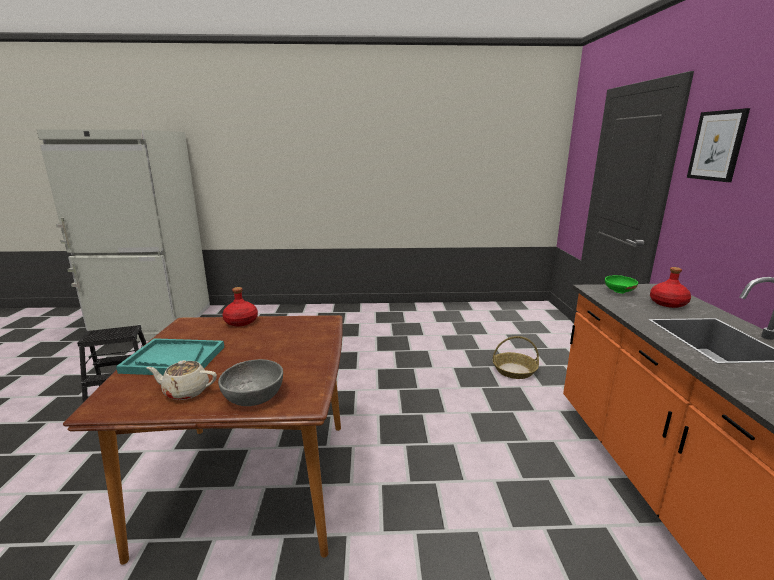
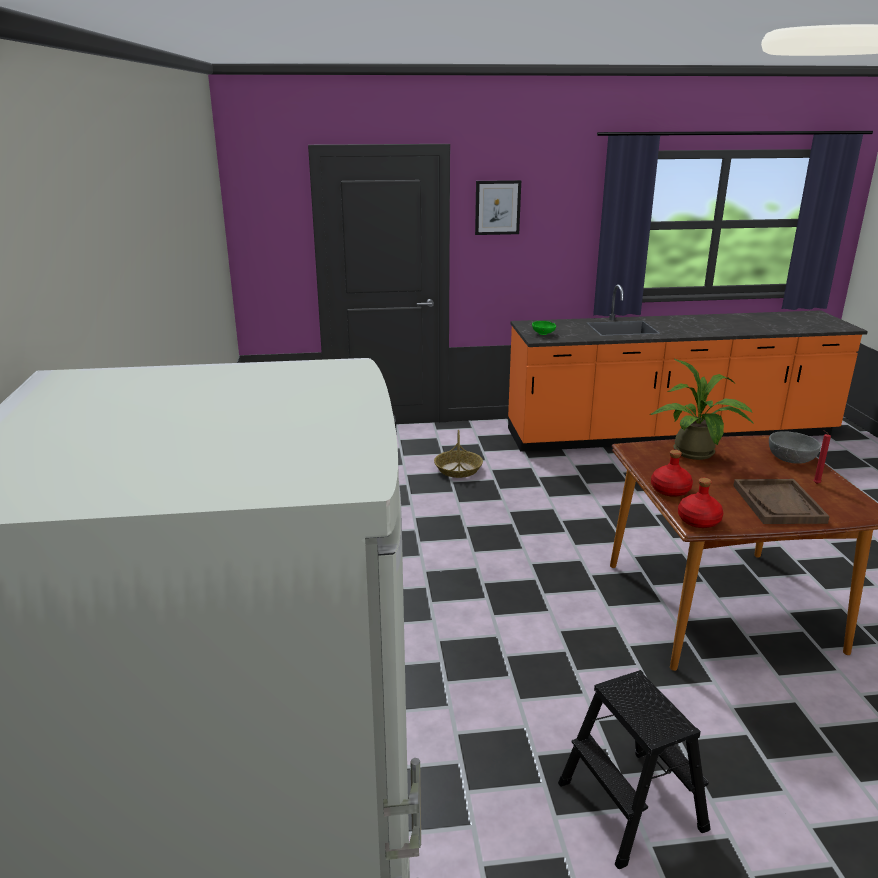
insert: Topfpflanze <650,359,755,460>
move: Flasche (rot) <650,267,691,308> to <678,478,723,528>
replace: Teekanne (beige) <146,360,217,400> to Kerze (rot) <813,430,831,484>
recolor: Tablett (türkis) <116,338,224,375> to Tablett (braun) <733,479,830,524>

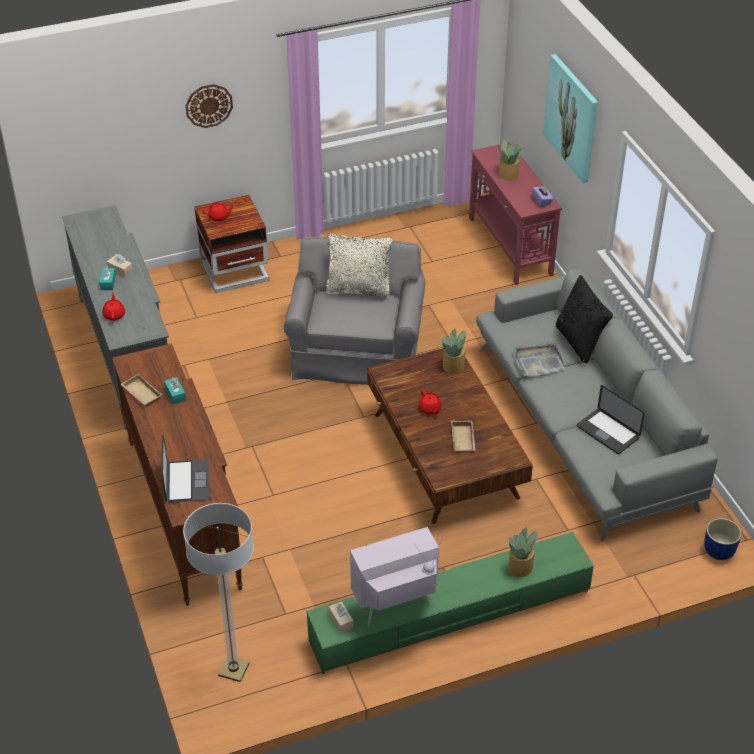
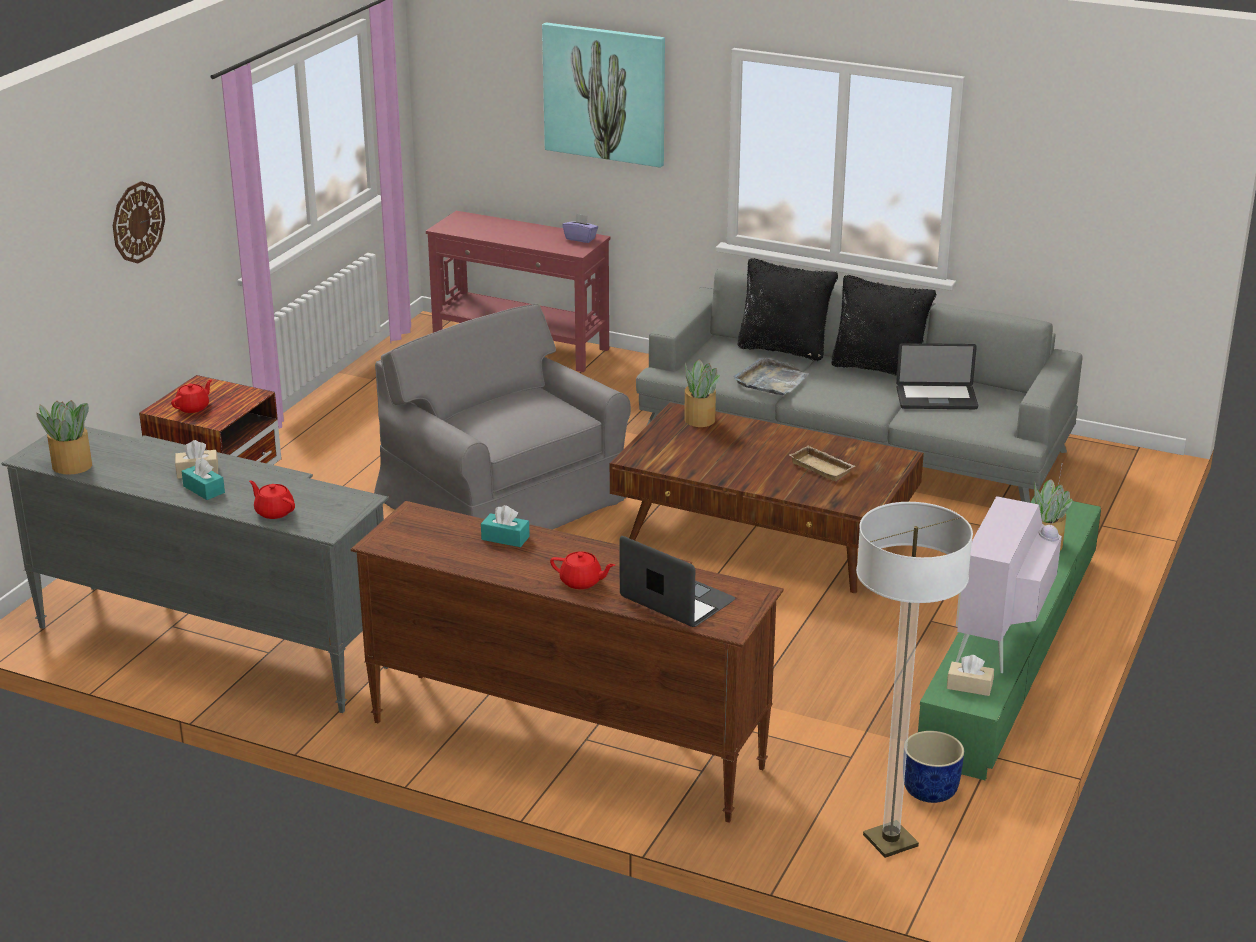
delete: Tablett (beige) <120,374,162,407>; Kissen (beige) <327,234,394,297>
insert: Kissen (schwarz) <831,275,936,375>
move: Teekanne (rot) <419,390,442,414> to <550,551,615,589>; Topfpflanze <498,140,524,181> to <36,400,92,475>; Pflanzkübel (blau) <704,518,742,560> to <904,731,964,803>

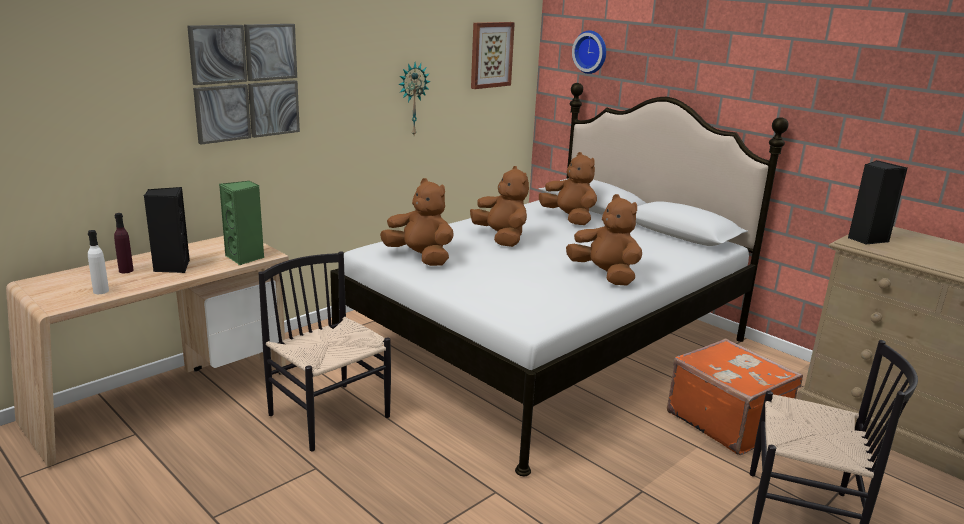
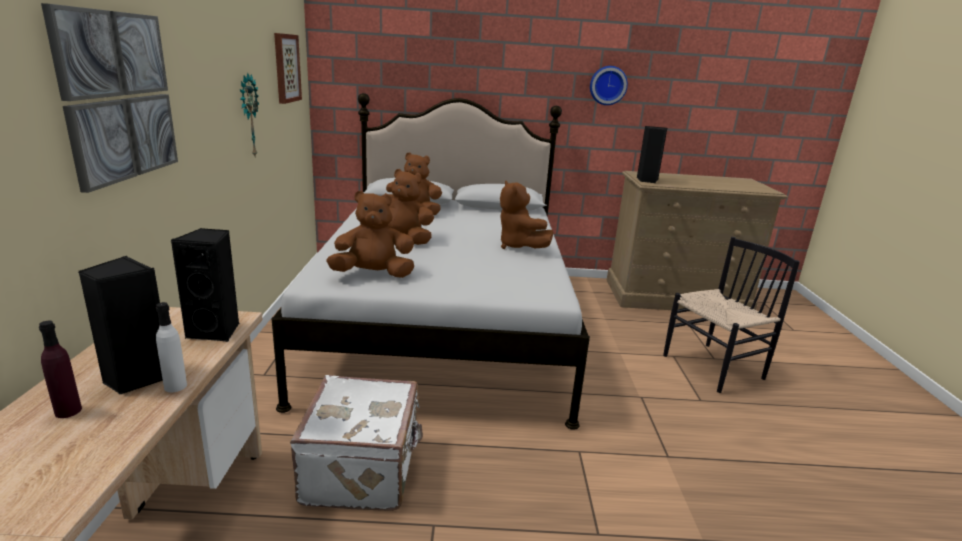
delete: Koffer (orange) <667,338,803,455>
move: Flasche (weiß) <88,230,109,294> to <156,302,187,392>; Wanduhr <572,30,606,74> to <590,66,628,105>
replace: Stuhl (schwarz) <259,251,391,451> to Koffer (weiß) <290,375,423,511>
recolor: Lautsprecher (grün) <219,181,264,265> to Lautsprecher (schwarz) <171,228,239,343>
rotate: Plüschtier (braun) <566,194,642,286> = <500,180,553,249> 120 degrees counterclockwise

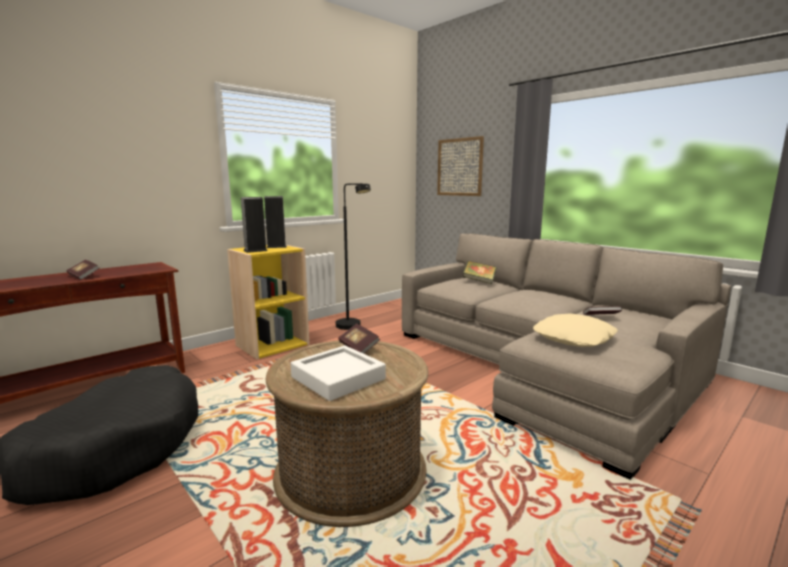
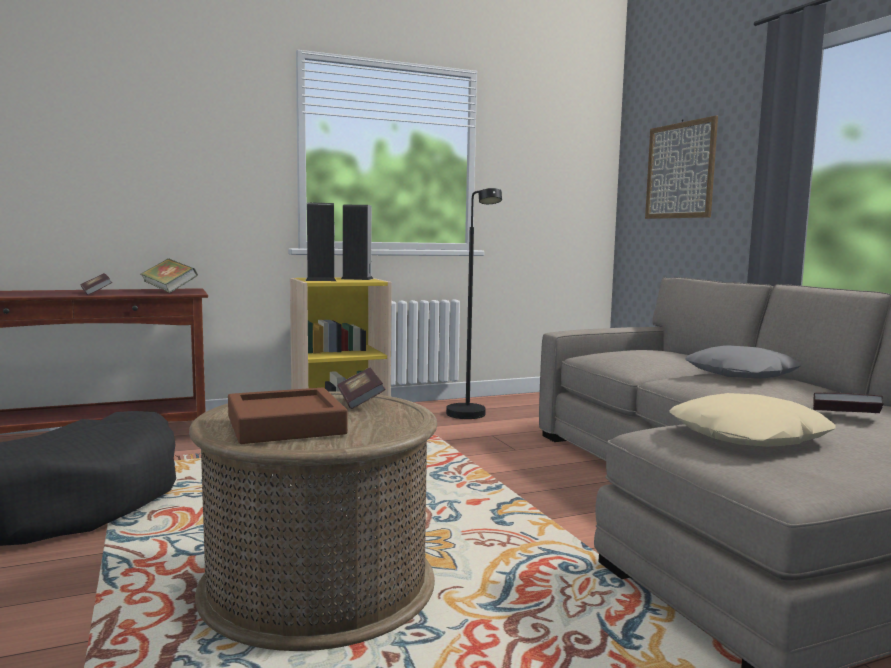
insert: Kissen (grau) <685,345,802,379>
move: Buch <463,261,496,284> to <141,259,198,293>
recolor: Tablett (weiß) <291,345,386,401> to Tablett (braun) <228,387,348,444>

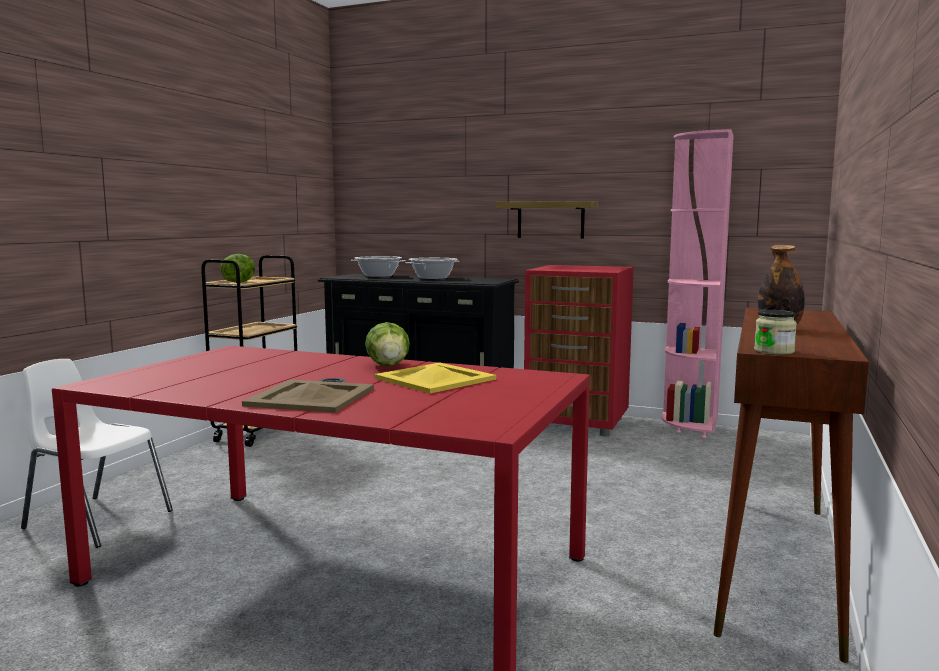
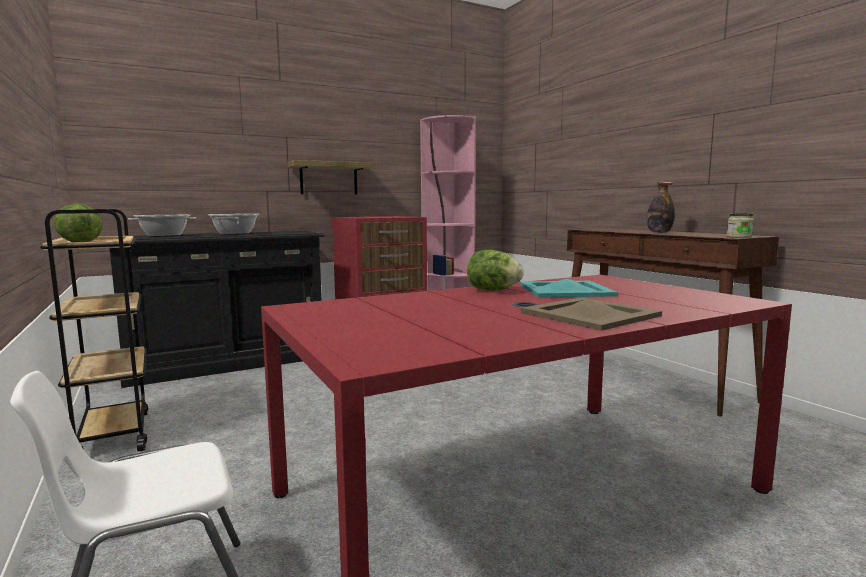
recolor: Tablett (gelb) <374,363,496,394> to Tablett (türkis) <520,279,618,298>

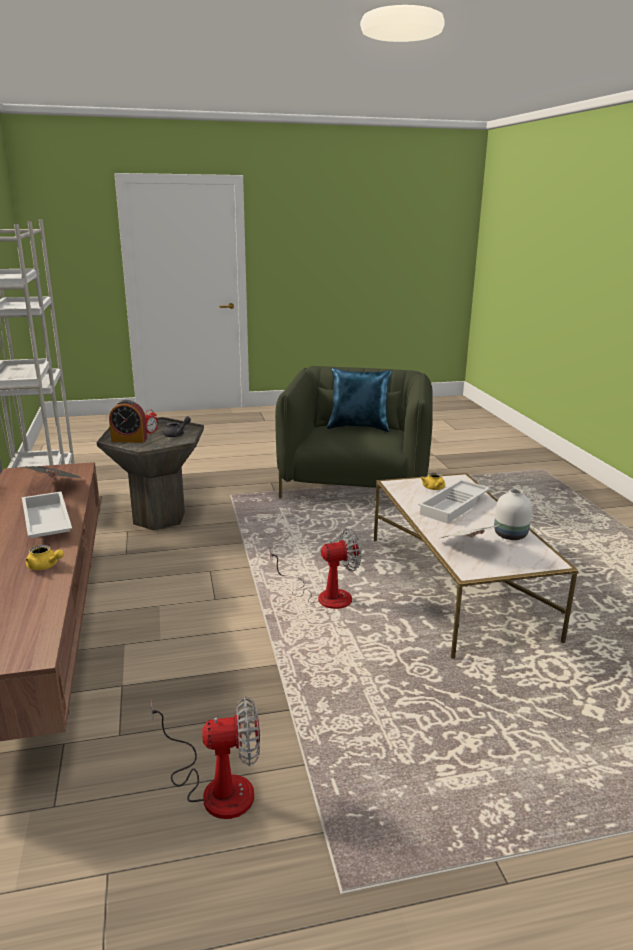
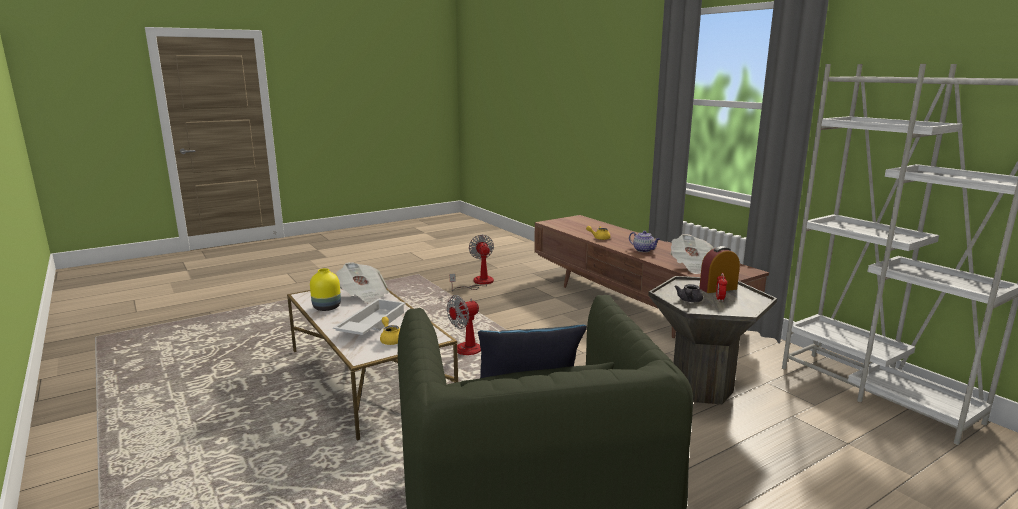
replace: Tablett (weiß) <22,492,72,538> to Teekanne <629,231,660,252>
recolor: Vase (weiß) <494,489,532,540> to Vase (gelb) <310,268,341,311>
rotate: Ventilator <151,696,260,819> = <450,234,494,292> 105 degrees clockwise

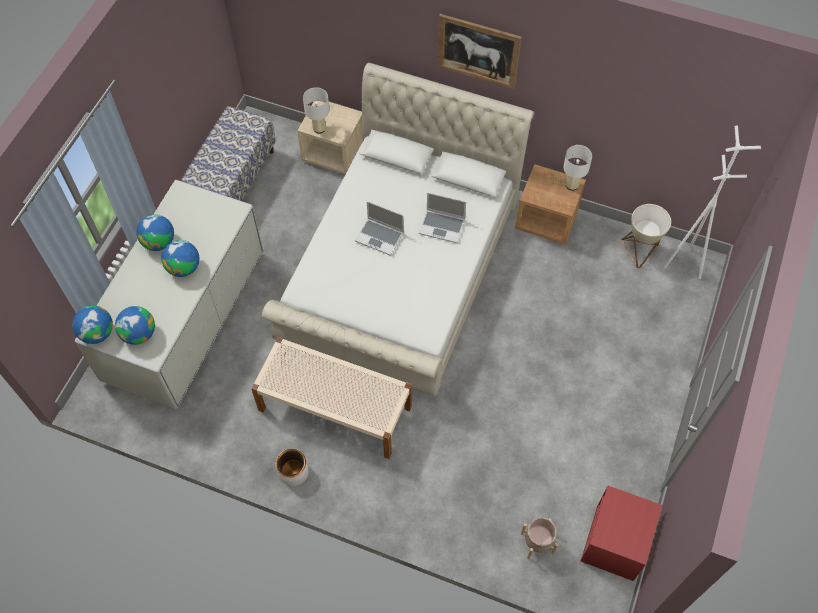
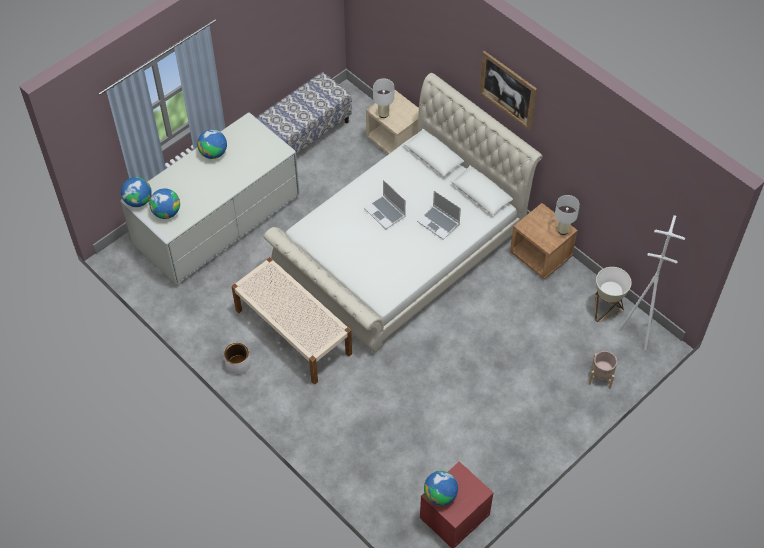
move: Globus <161,240,199,277> to <424,471,458,506>; Pflanzkübel (beige) <521,517,558,560> to <588,351,617,389>

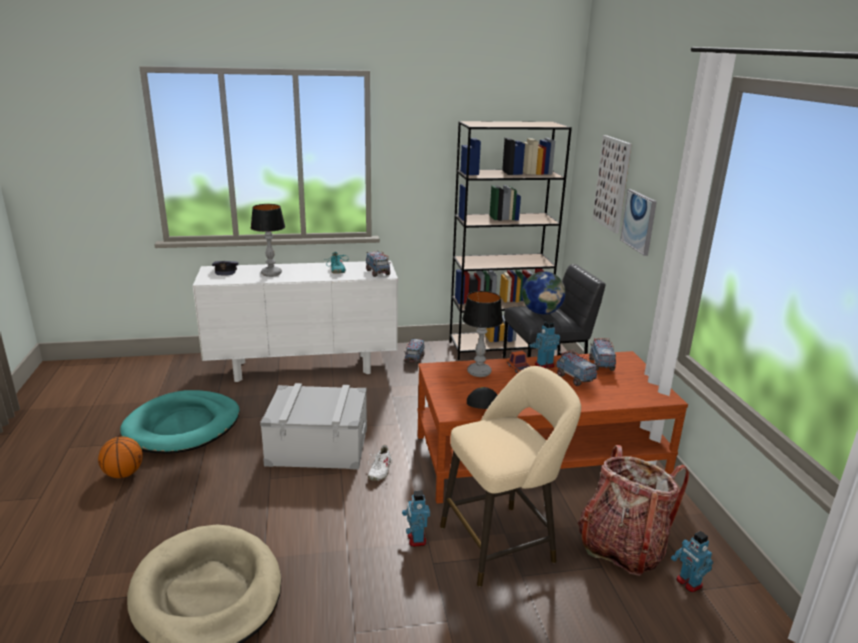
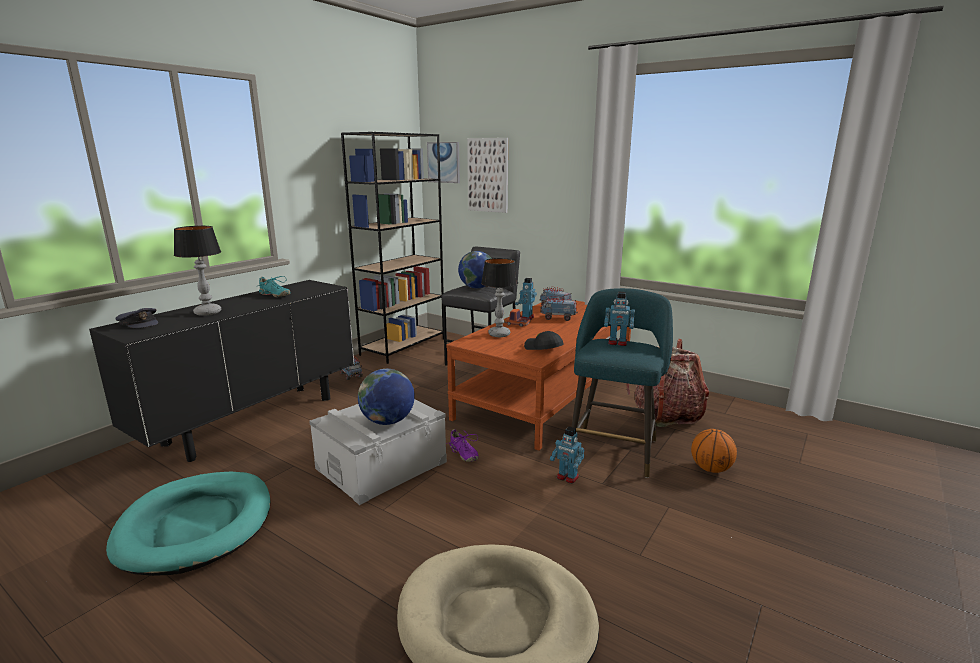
delete: Spielzeuglaster <366,251,391,277>
insert: Globus <358,369,415,425>
move: Basketball <98,436,143,478> to <691,429,737,473>; Bild <620,189,657,256> to <427,142,460,183>; Spielzeugroboter <671,531,713,592> to <604,292,635,346>
recolor: Kommode (weiß) <193,261,398,382> to Kommode (schwarz) <89,280,354,462>; Schuh (weiß) <368,445,394,481> to Schuh (lila) <446,429,479,462>; Hocker (beige) <440,366,581,587> to Hocker (türkis) <571,288,673,478>

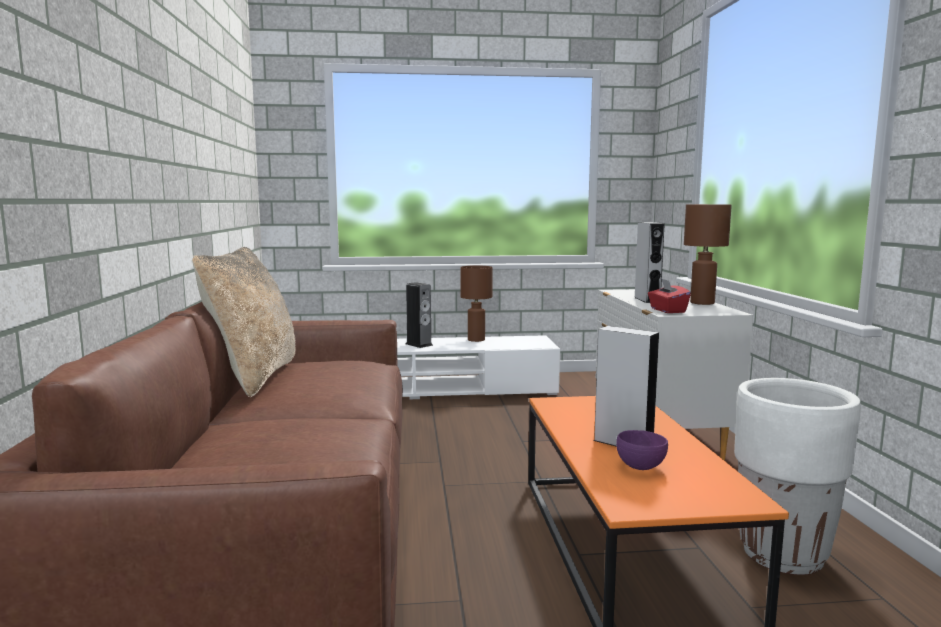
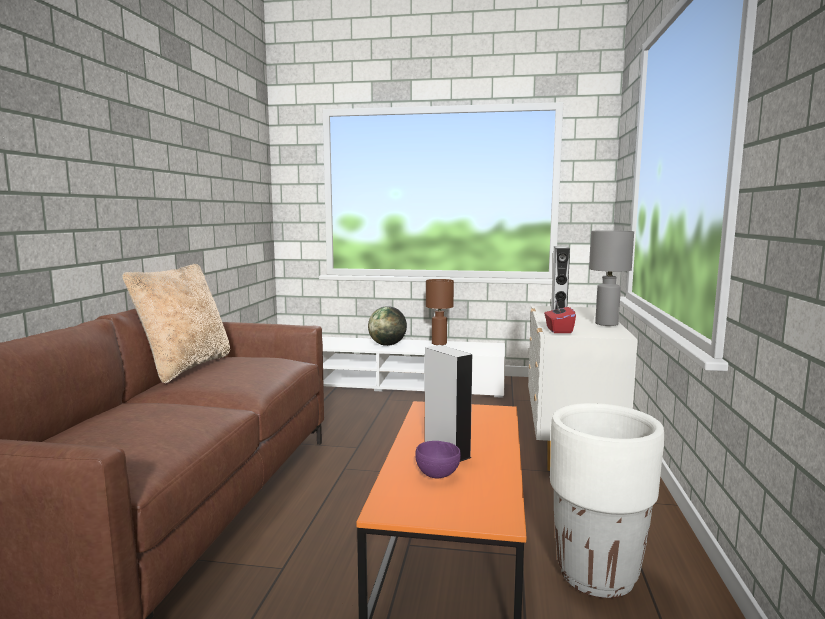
replace: Lautsprecher <406,282,433,348> to Globus <368,306,407,346>
recolor: Tischlampe (braun) <684,204,732,305> to Tischlampe (grau) <589,230,634,326>

